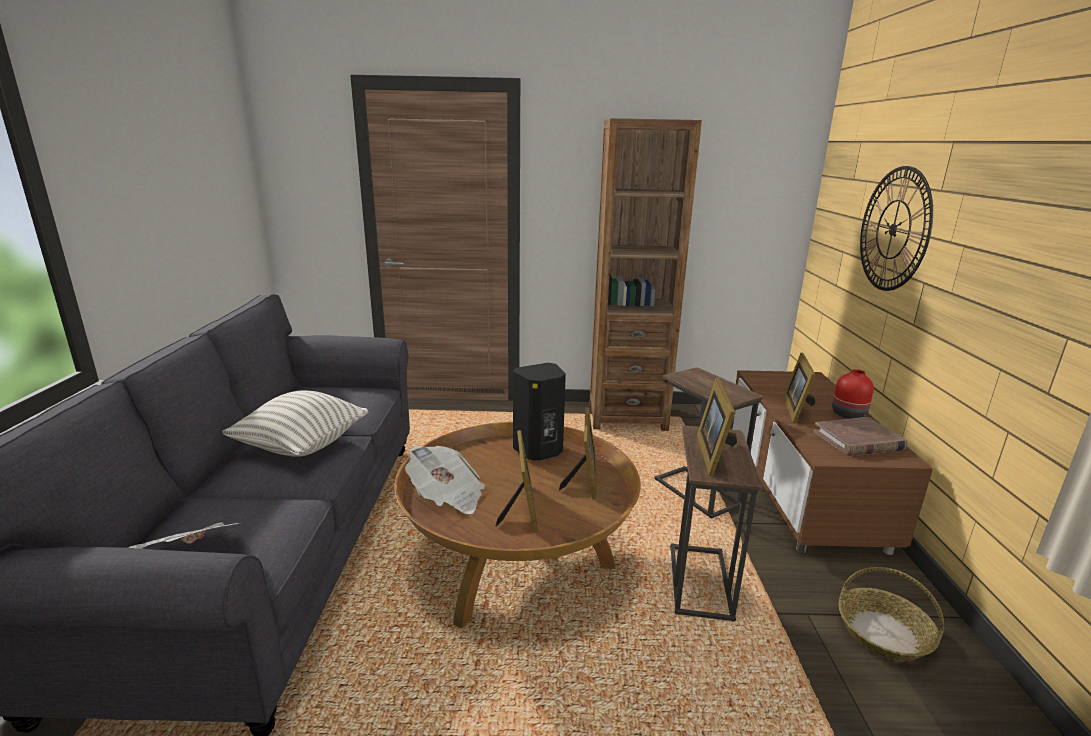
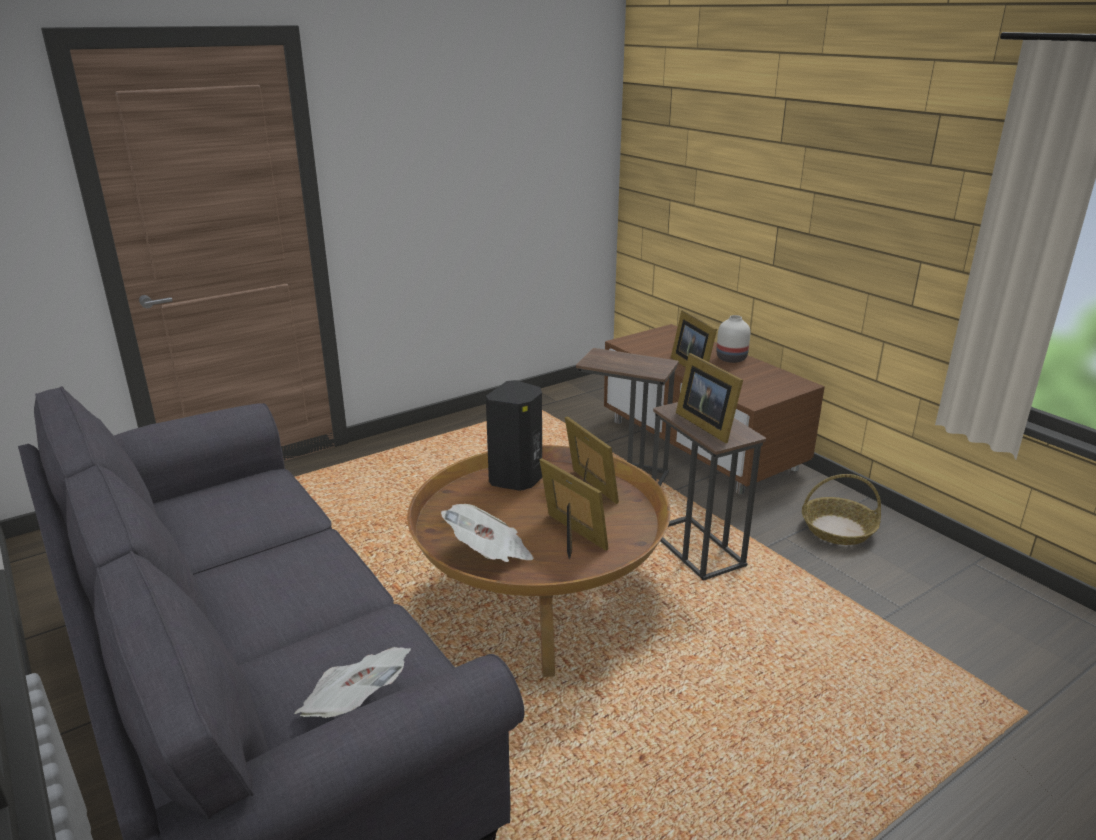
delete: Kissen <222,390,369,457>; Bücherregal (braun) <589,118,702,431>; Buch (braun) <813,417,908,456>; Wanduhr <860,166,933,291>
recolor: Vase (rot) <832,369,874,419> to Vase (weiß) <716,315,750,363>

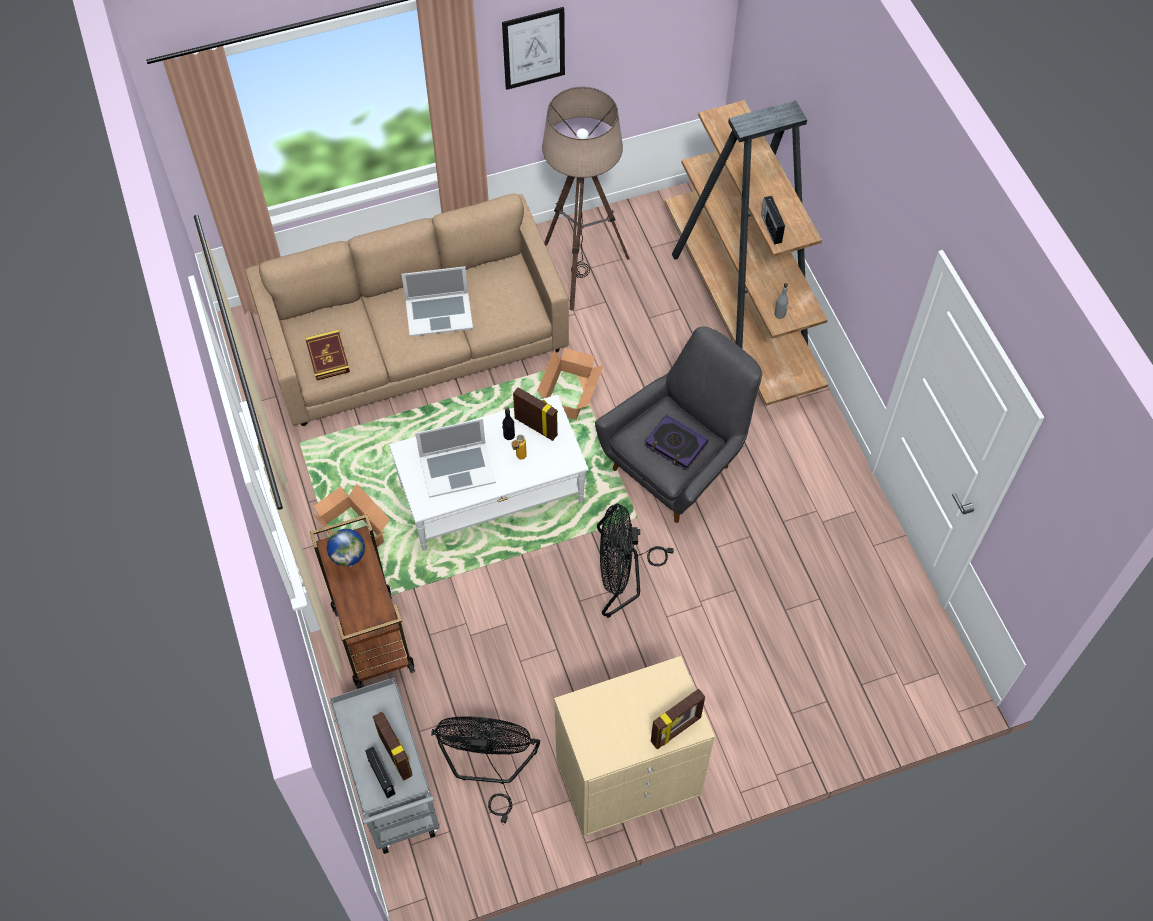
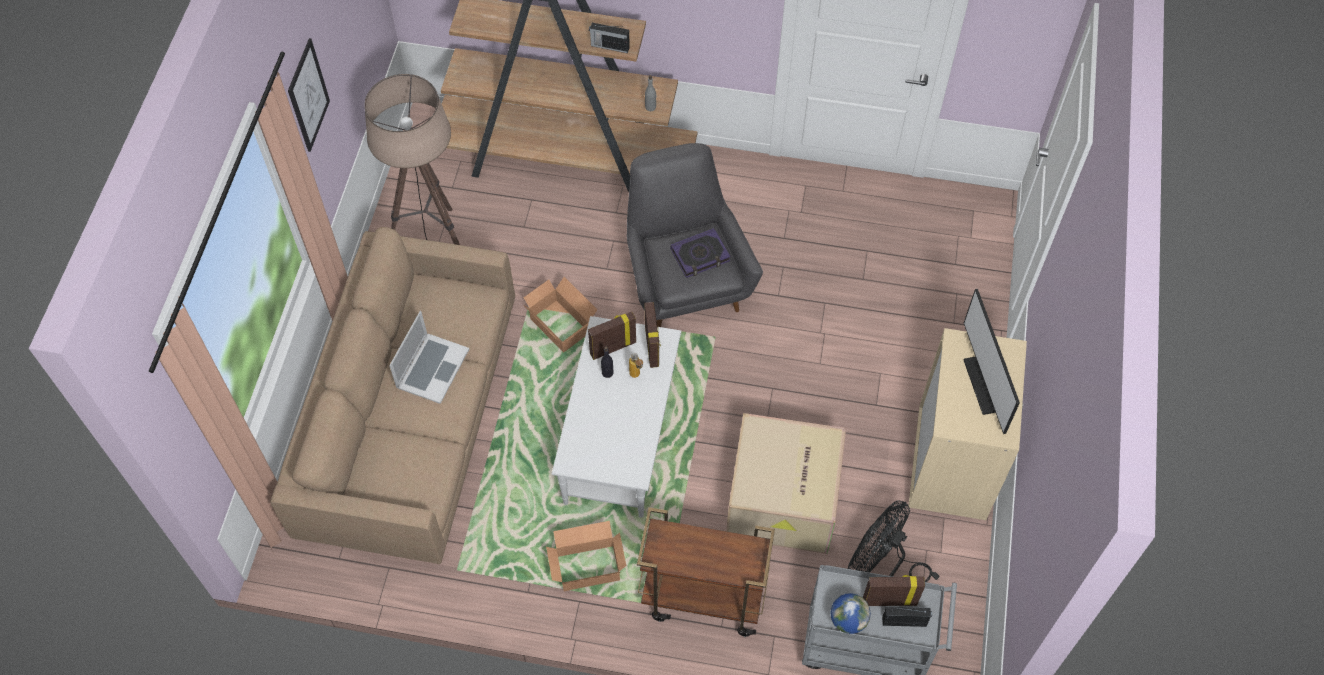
delete: Buch <305,330,350,381>; Laptop <415,418,496,498>; Ventilator (schwarz) <597,504,675,618>
insert: Karton <726,413,846,554>; Monitor <963,289,1020,434>
move: Globus <327,529,365,567> to <830,593,871,634>; Bilderrahmen <651,689,705,749> to <645,302,661,368>

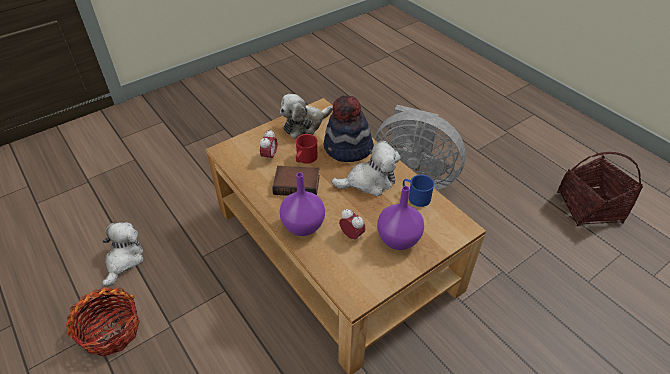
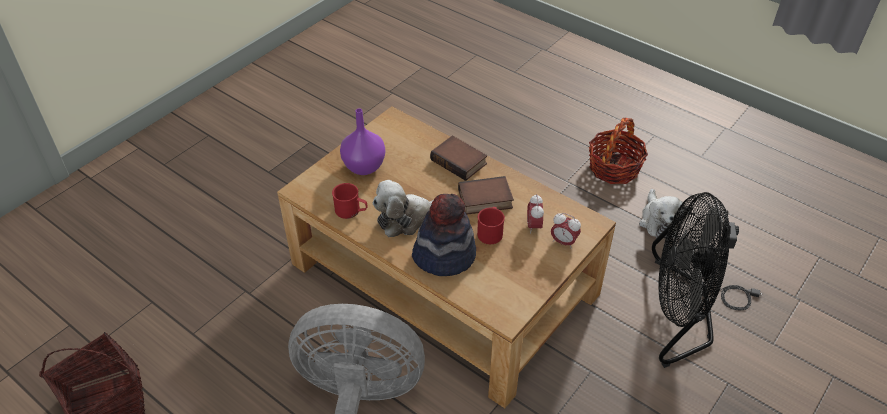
delete: Plüschtier <280,94,333,139>
insert: Ventilator (schwarz) <652,192,763,368>
move: Wecker <339,209,366,240> to <551,213,581,249>
replace: Vase (lila) <279,172,325,236> to Buch <430,135,487,181>
recolor: Henkelbecher (blau) <403,175,434,207> to Henkelbecher (rot) <332,183,367,219>

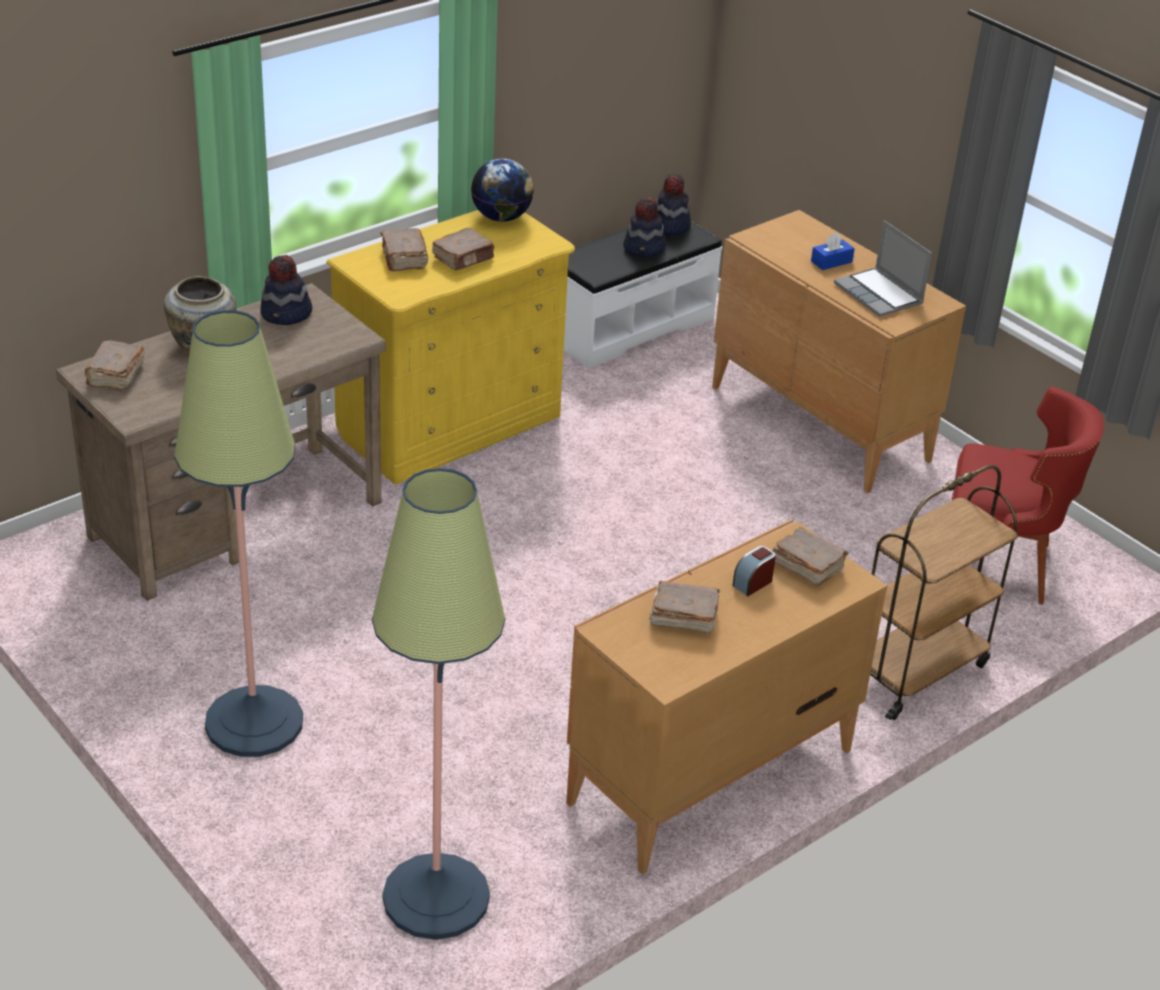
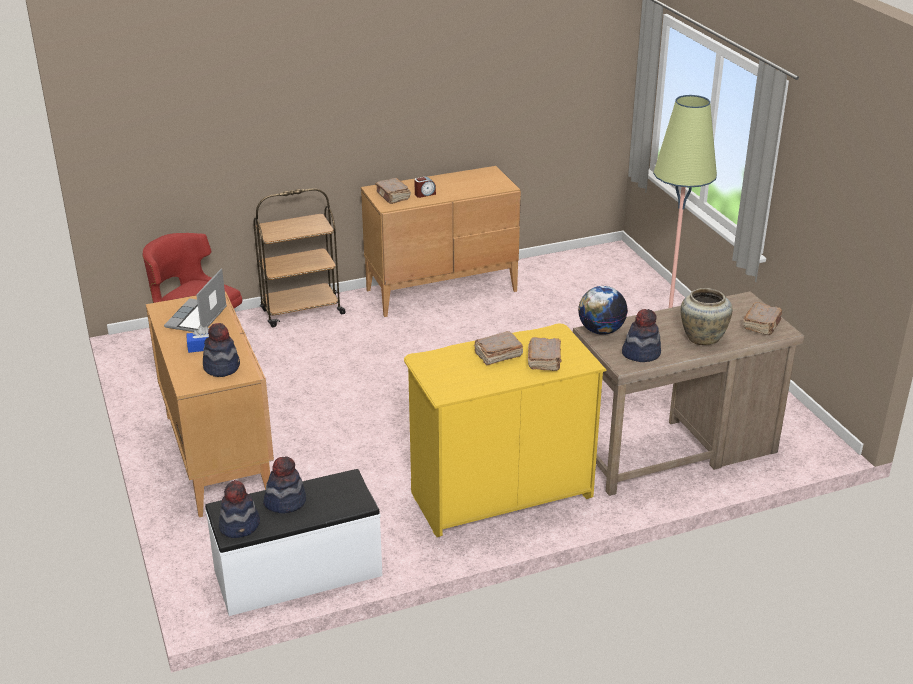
delete: Stehlampe <372,468,505,940>; Buch (braun) <649,581,720,633>
insert: Hut <203,323,240,377>
move: Globus <471,159,534,222> to <578,286,628,335>
rotate: Laptop <834,220,932,317> = <164,268,227,332> 150 degrees counterclockwise

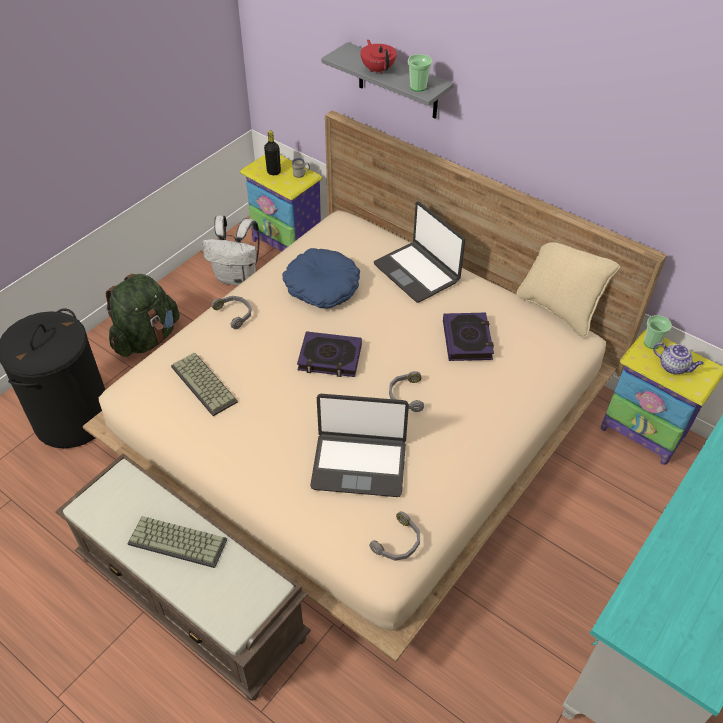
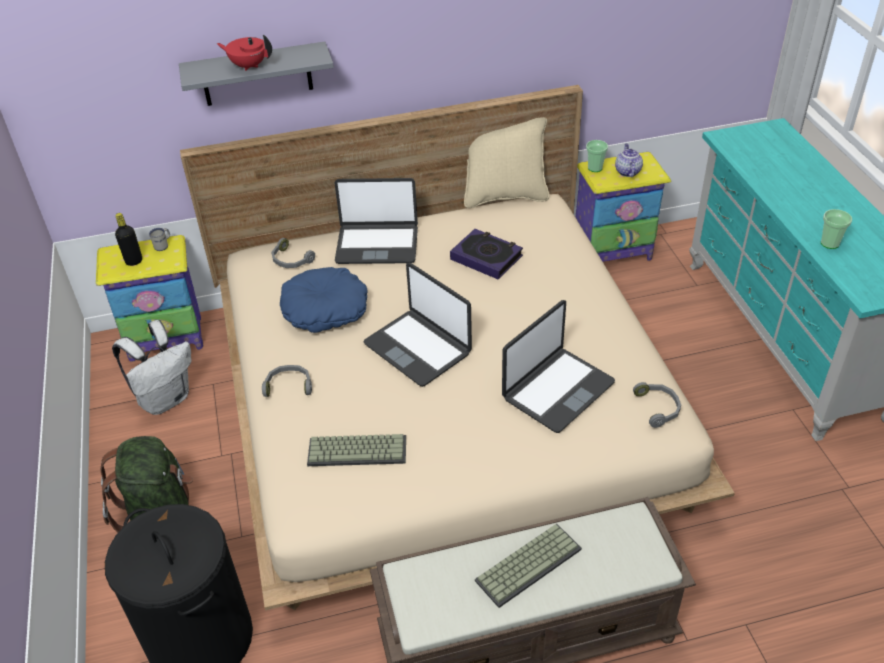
move: Kopfhörer (grau) <389,371,424,412> to <271,238,315,268>; Tasse <408,54,432,92> to <821,209,852,249>
replace: Buch <297,331,362,377> to Laptop <363,263,472,387>
rotate: Teekanne <653,342,704,374> = <615,143,643,177> 75 degrees counterclockwise

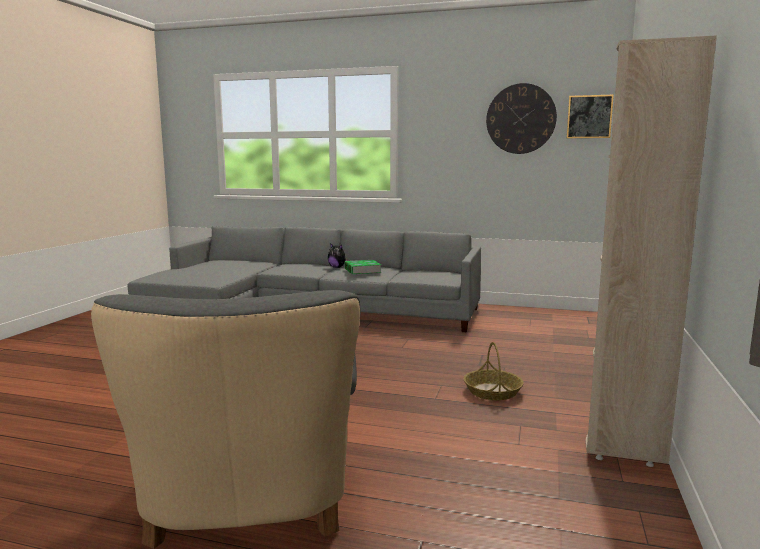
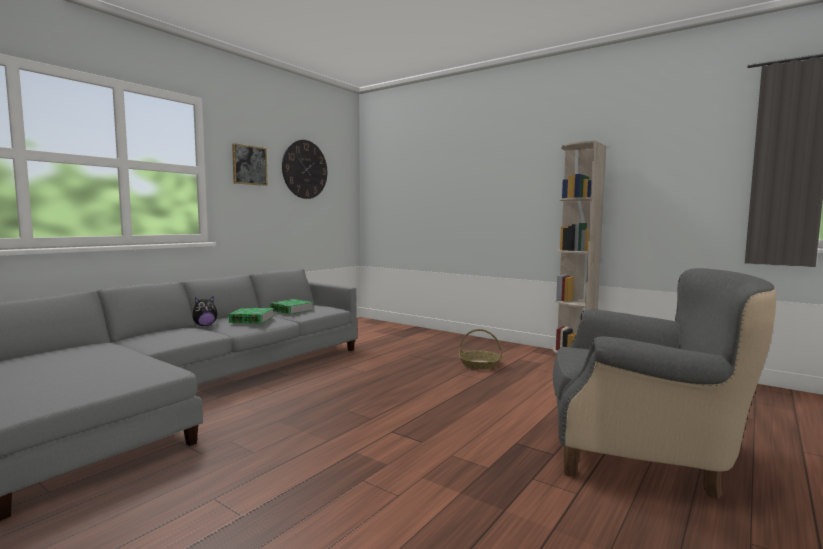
insert: Buch <270,299,313,314>
move: Bild <567,95,614,138> to <232,143,268,186>

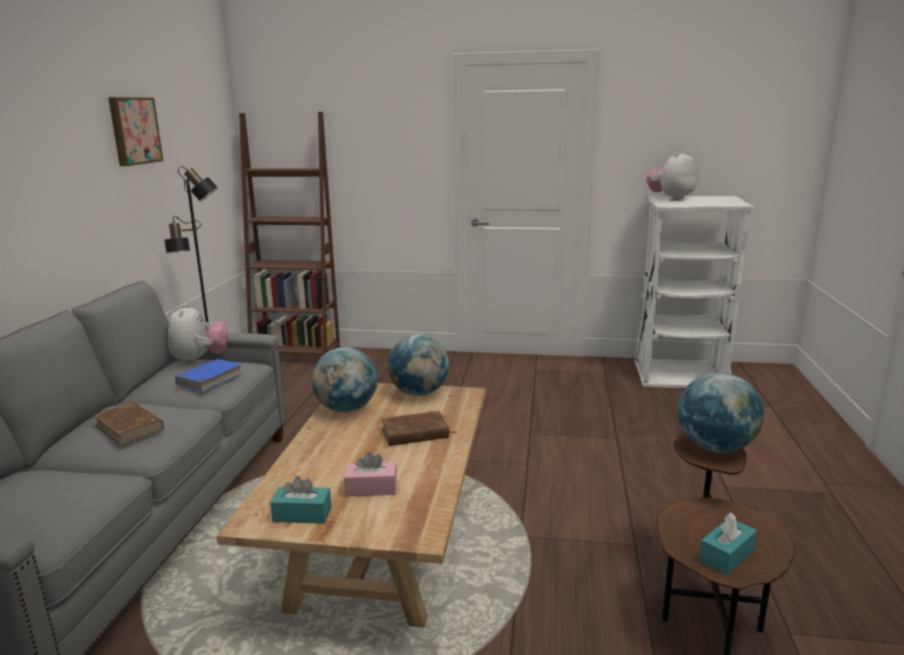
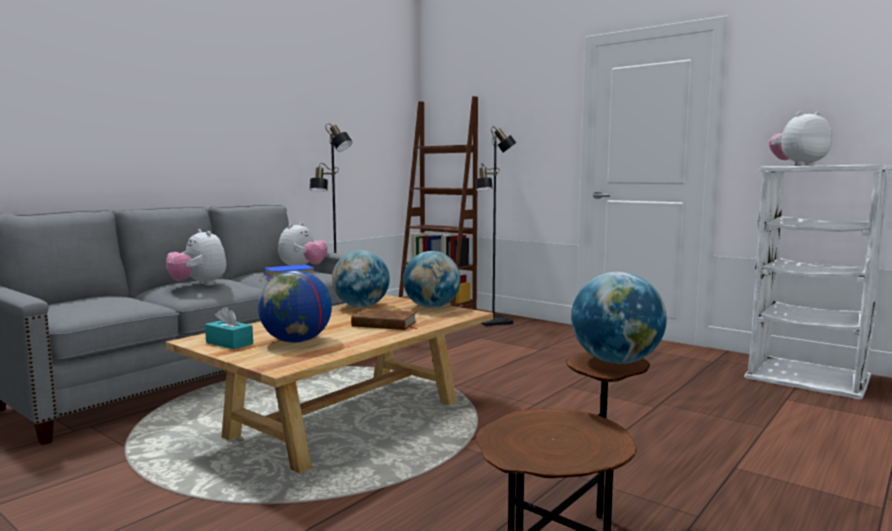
delete: Bild <108,97,163,166>; Taschentuchbox (türkis) <699,512,757,575>
insert: Stehlampe (schwarz) <475,126,516,326>
replace: Buch (braun) <93,402,164,445> to Plüschtier <166,229,226,286>; Taschentuchbox (rosa) <344,452,397,497> to Globus <258,271,332,343>

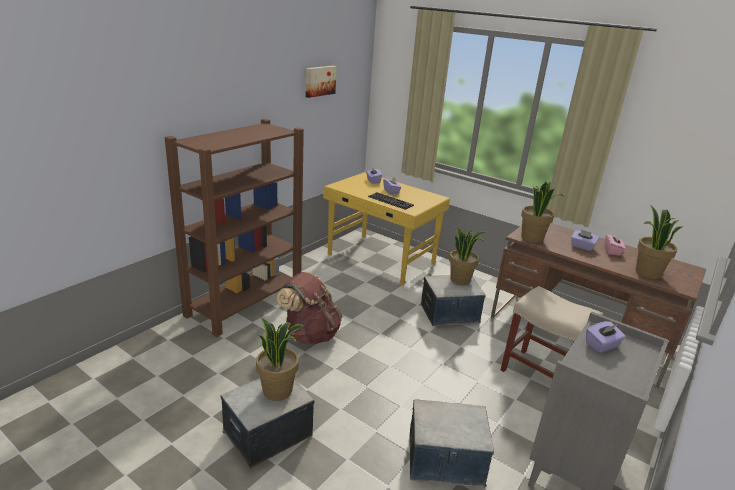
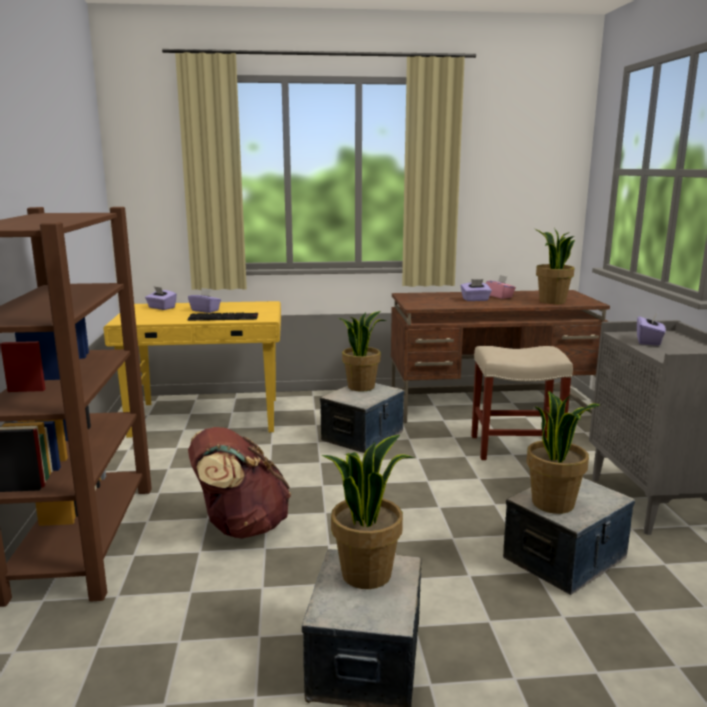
delete: Bild <305,66,337,98>
move: Topfpflanze <521,181,564,243> to <526,391,600,514>

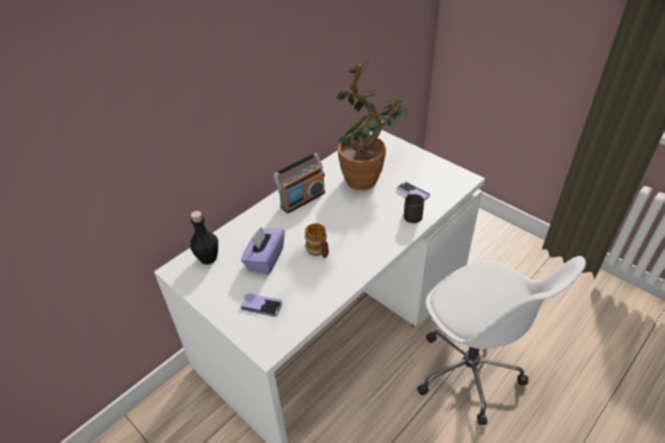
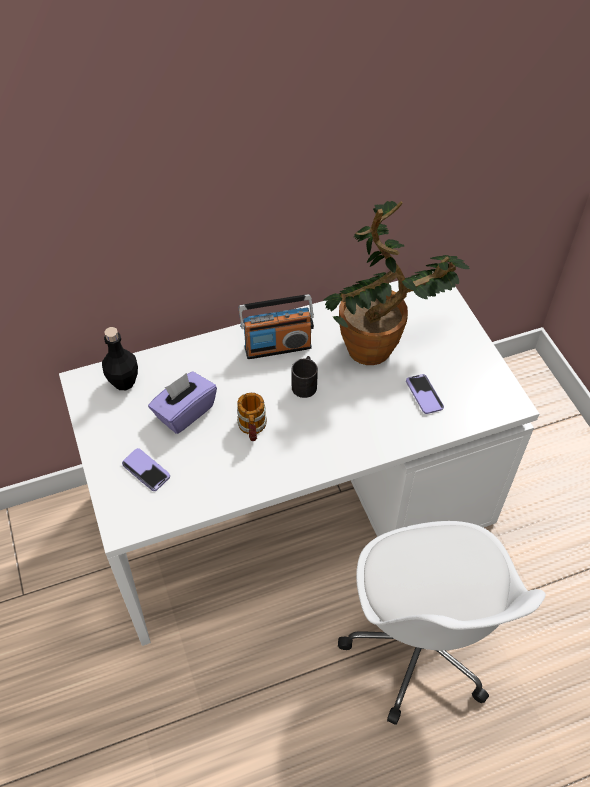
move: Henkelbecher (schwarz) <404,193,424,223> to <292,356,318,398>

